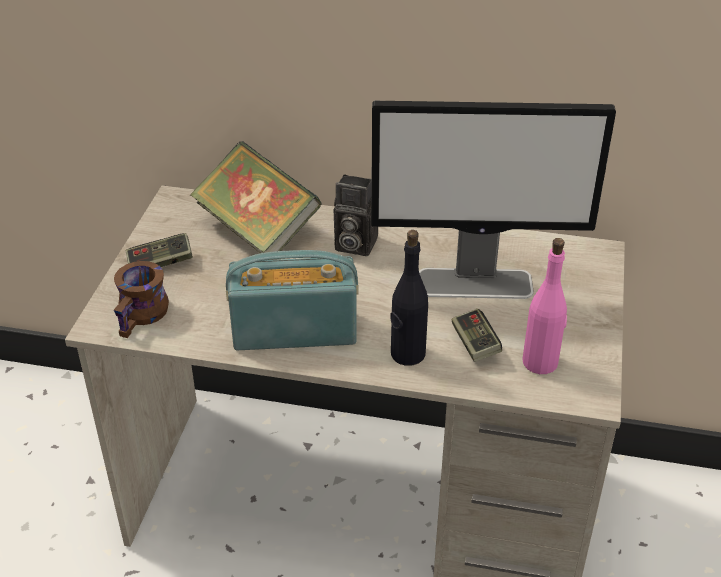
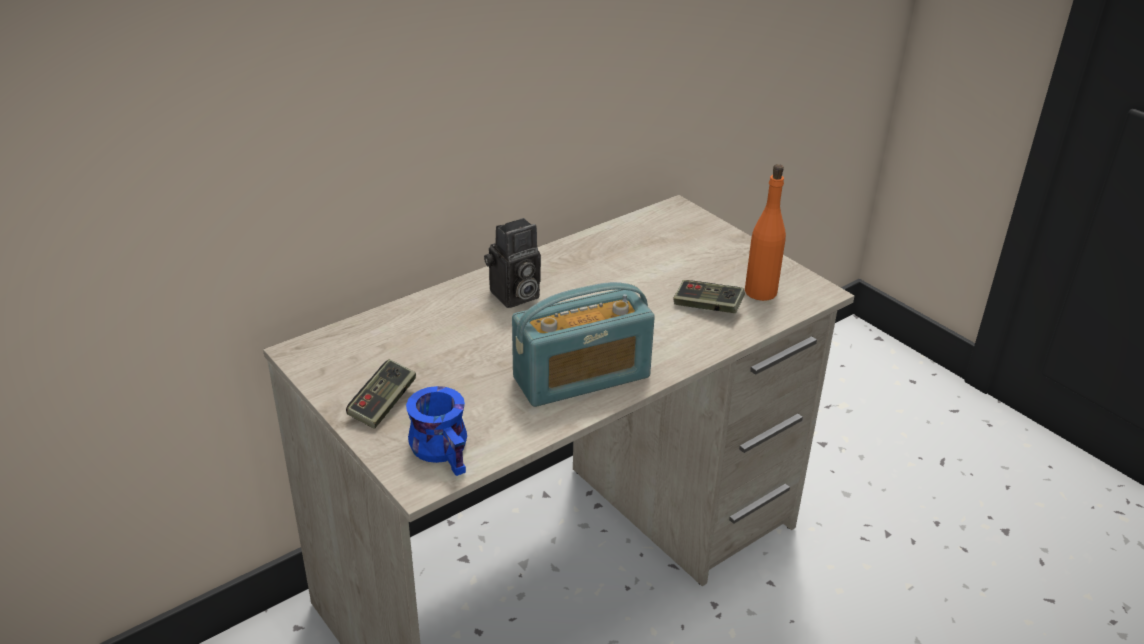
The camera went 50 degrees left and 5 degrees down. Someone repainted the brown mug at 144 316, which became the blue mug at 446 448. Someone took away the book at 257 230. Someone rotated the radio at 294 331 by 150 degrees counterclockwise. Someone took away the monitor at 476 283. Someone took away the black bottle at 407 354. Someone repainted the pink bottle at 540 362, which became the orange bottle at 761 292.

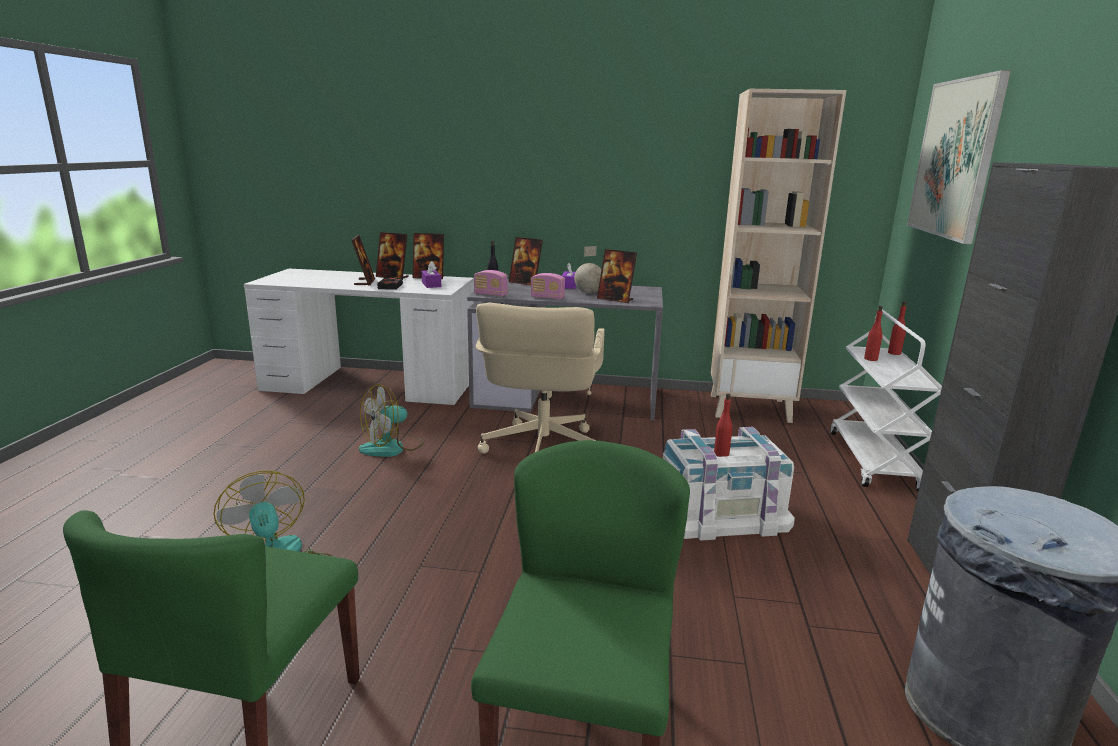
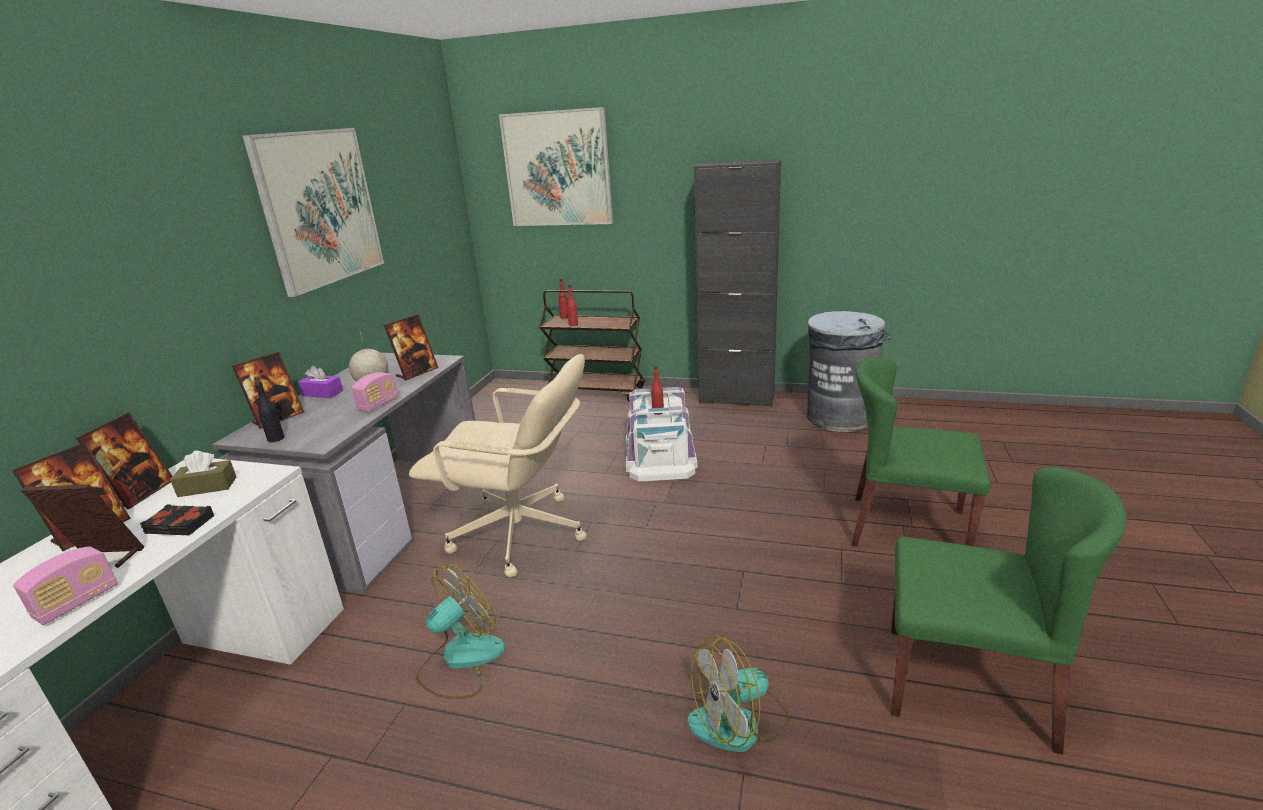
The camera went 80 degrees left and 5 degrees up. Someone rotated the fan at 392 447 by 105 degrees counterclockwise. Someone repainted the purple tissue box at 431 284, which became the brown tissue box at 207 487. Someone carried the radio from 490 294 to 77 602. Someone took away the beige bookcase at 750 408. Someone repainted the white cart at 873 461, which became the brown cart at 596 392. Someone put up the picture at 319 208.

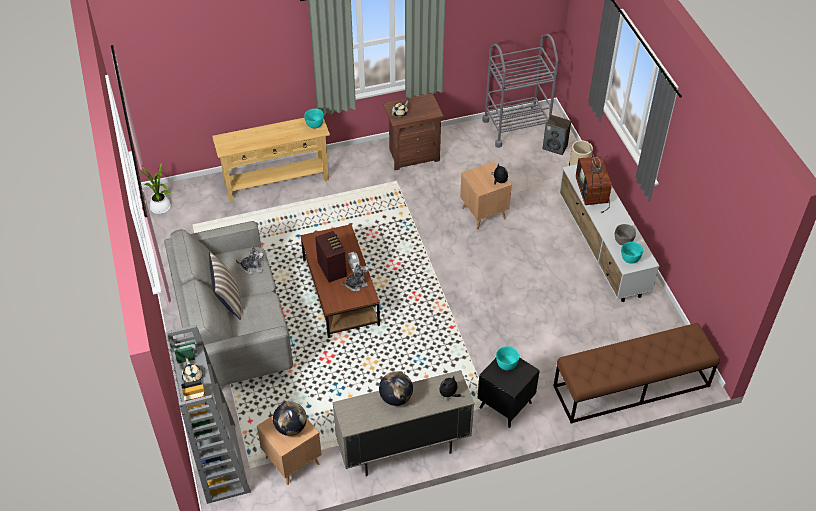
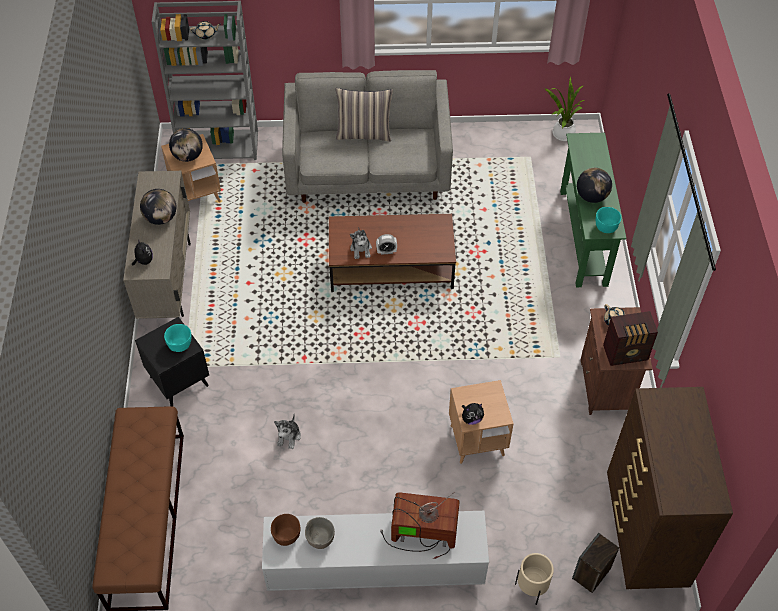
The camera went 105 degrees right and 5 degrees up. Someone repainted the beige console table at 276 181, which became the green console table at 584 237. Someone carried the plush toy from 252 267 to 289 436. Someone carried the radio from 332 268 to 626 353. Someone swapped the grey cart at 516 127 for the brown dresser at 644 532. Someone repainted the turquoise bowl at 630 258, which became the brown bowl at 287 535. Someone put down the globe at 591 196.

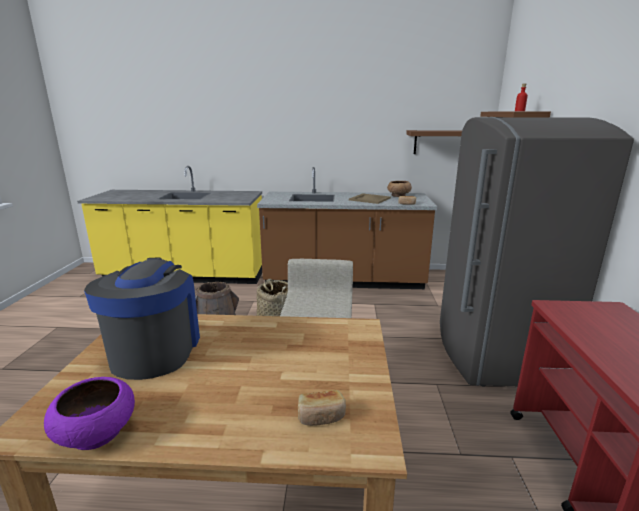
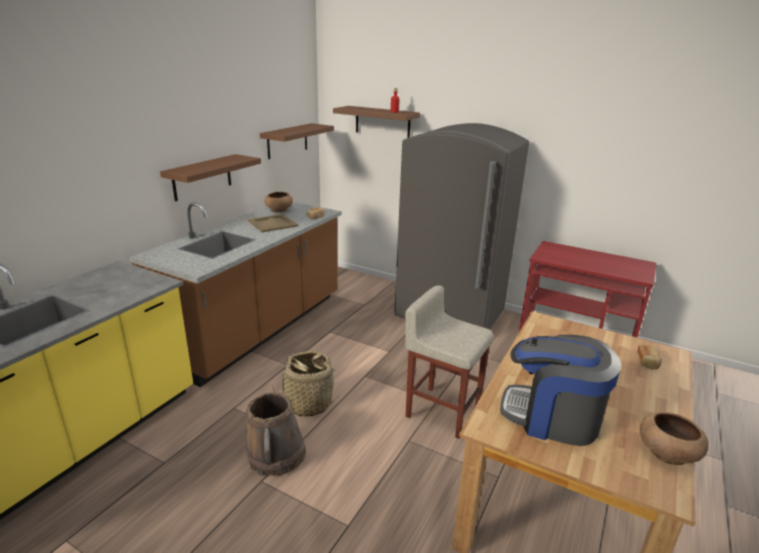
The camera went 65 degrees left and 5 degrees up. Someone repainted the purple bowl at 98 432, which became the brown bowl at 667 452. Someone put up the brown shelf at 202 177.

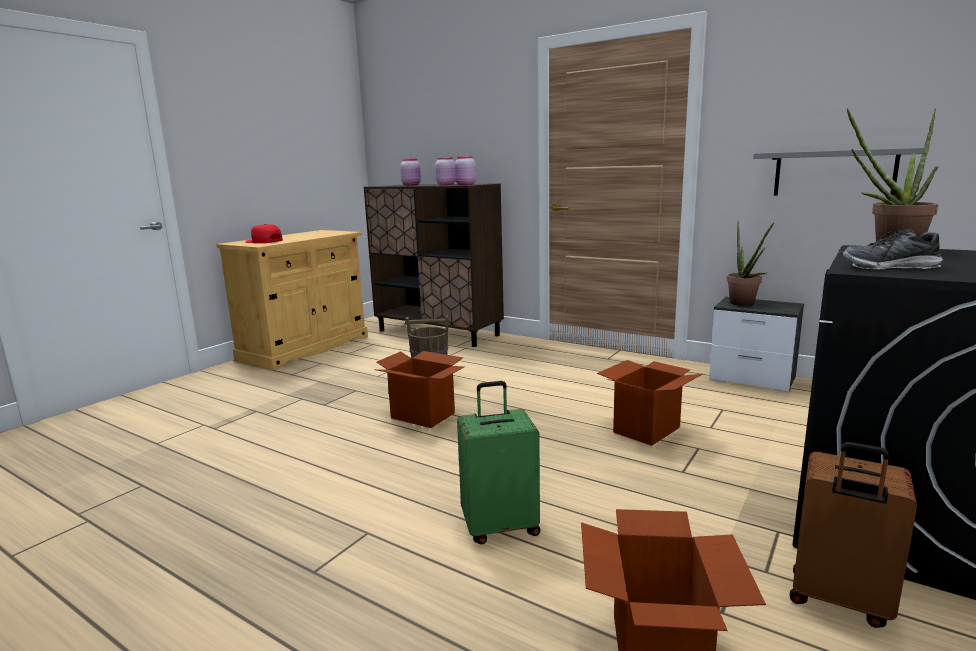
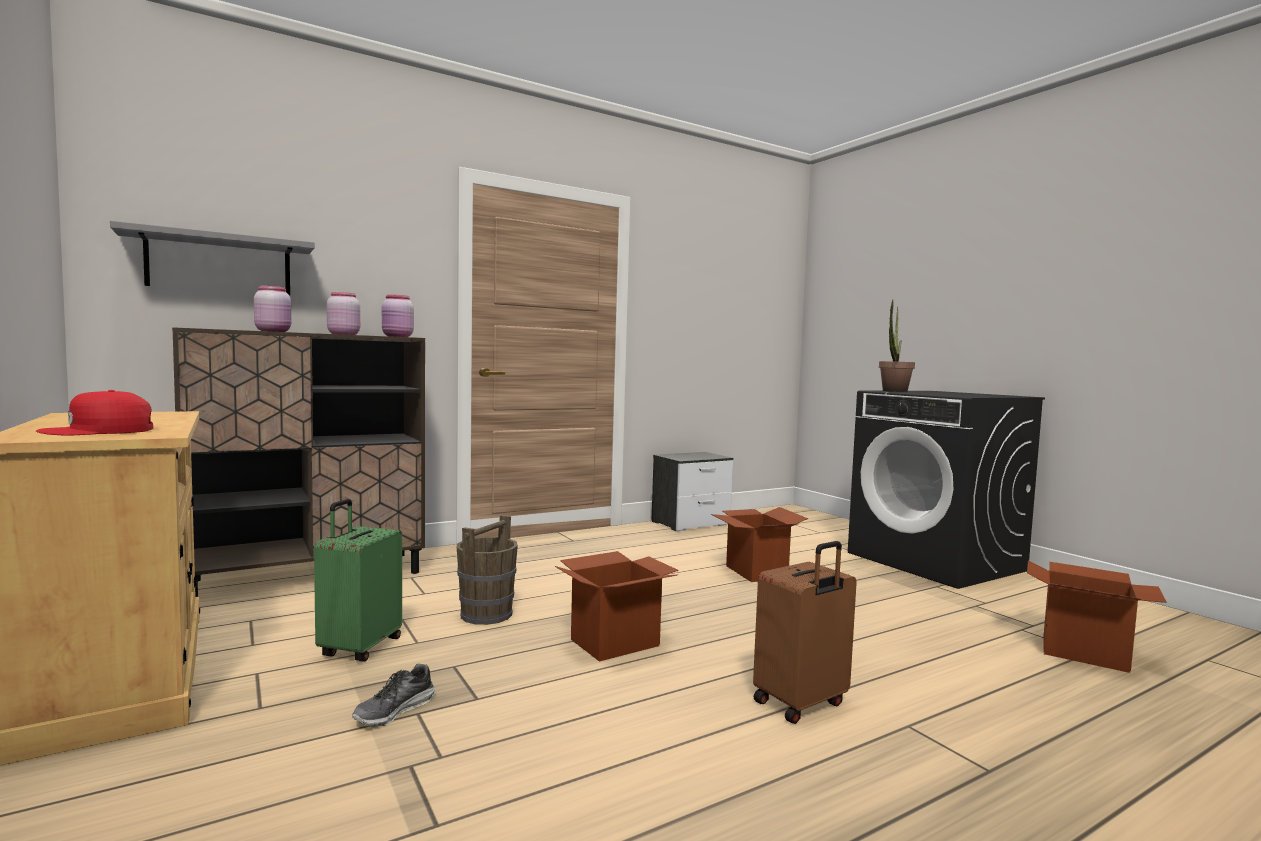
The camera went 65 degrees left and 10 degrees down. Someone carried the green suitcase from 500 526 to 359 648. Someone took away the potted plant at 744 304. Someone carried the grey shelf from 834 173 to 220 265. Someone carried the brown suitcase from 838 601 to 801 704. Someone carried the shoe from 890 267 to 395 711.

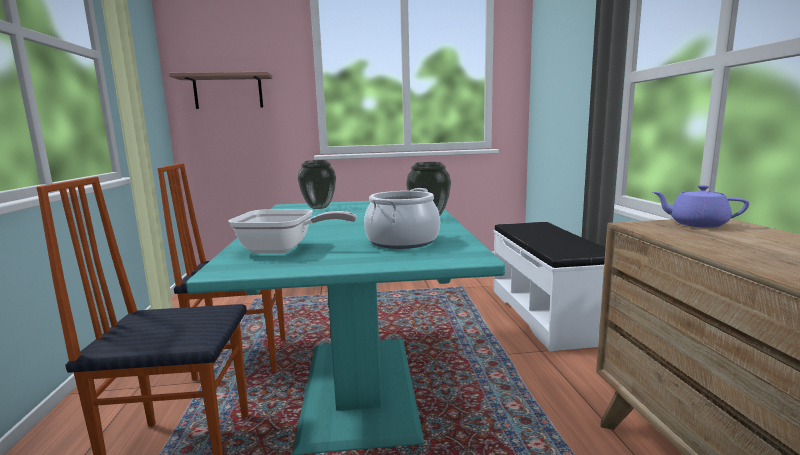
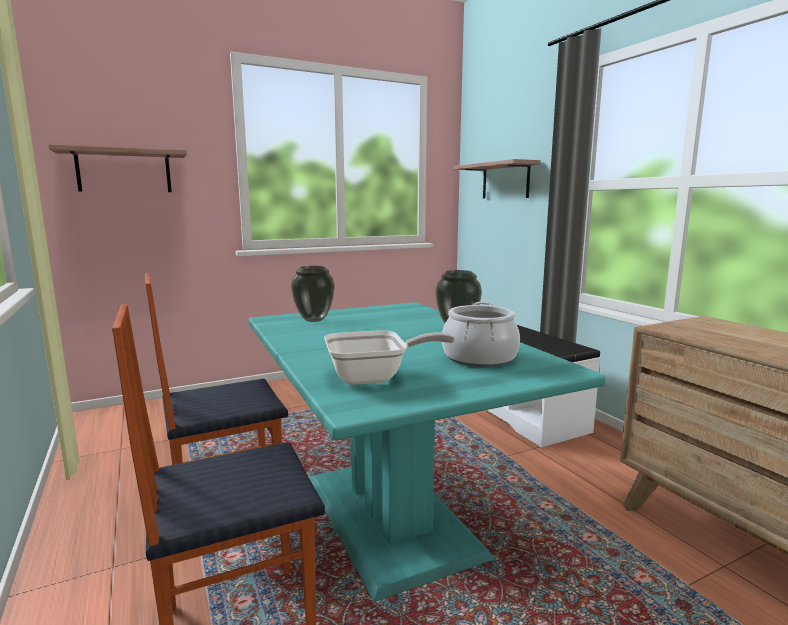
The camera went 20 degrees left and 0 degrees up. Someone took away the purple teapot at 696 224. Someone put up the shelf at 505 181.

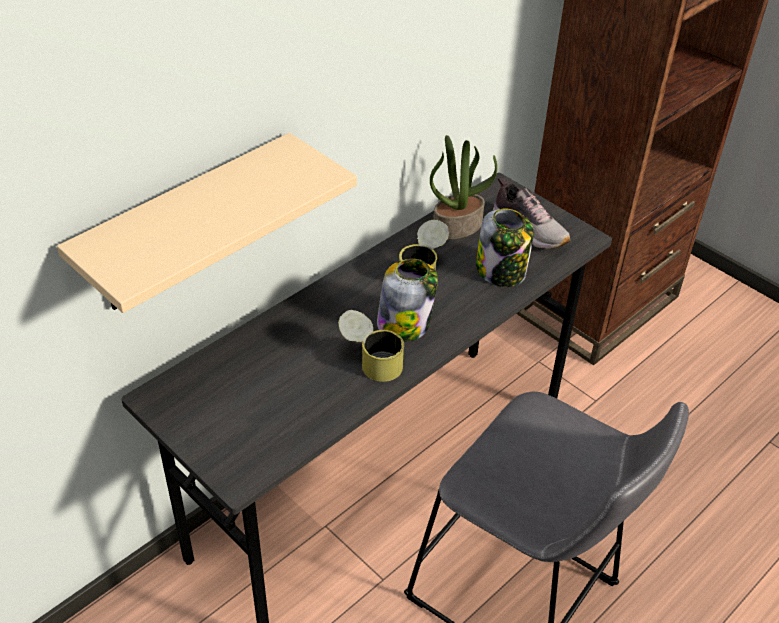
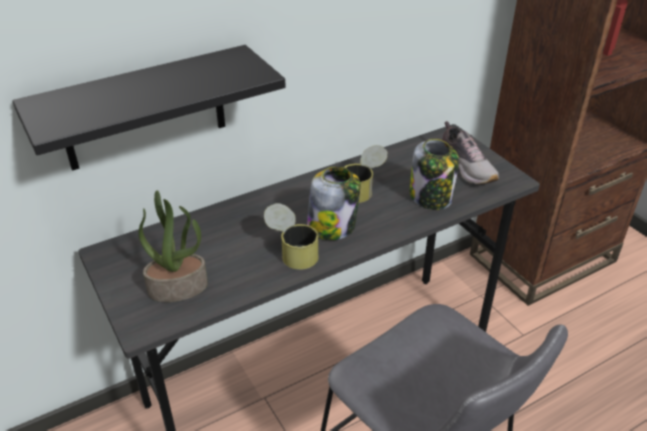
The camera went 15 degrees right and 5 degrees down. Someone repainted the beige shelf at 187 226, which became the black shelf at 144 109. Someone carried the potted plant from 457 226 to 178 287.

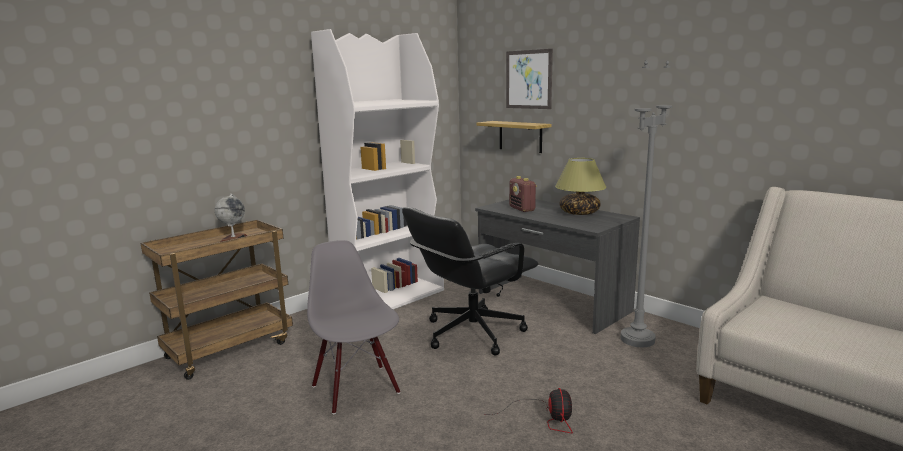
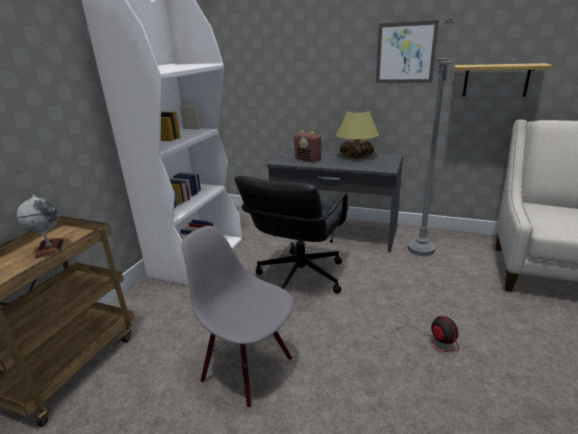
The camera went 25 degrees left and 10 degrees up. Someone carried the shelf from 520 136 to 495 80. Someone carried the picture from 528 79 to 405 53.

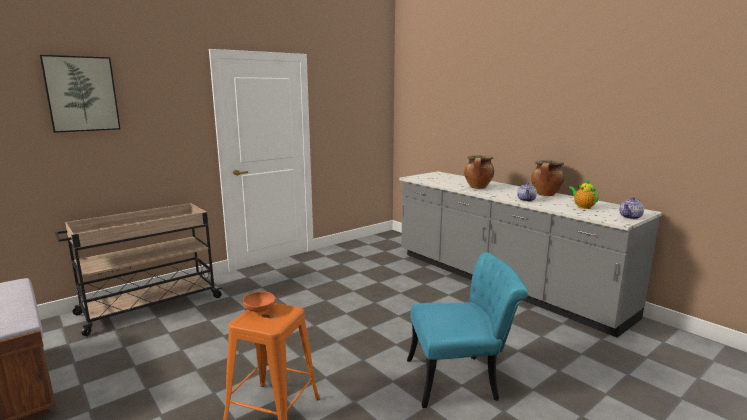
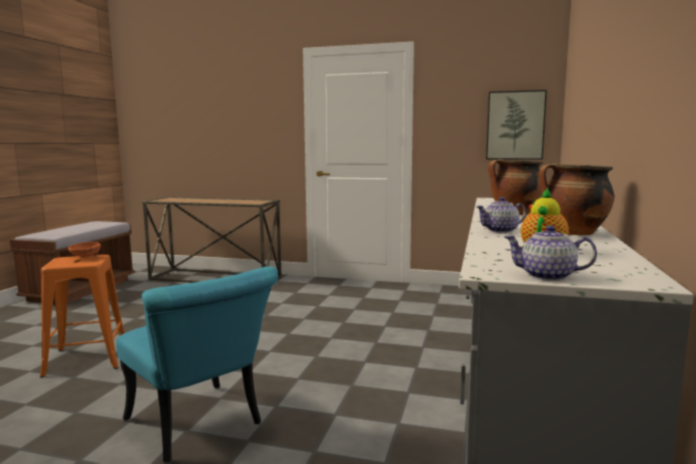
The camera went 55 degrees right and 5 degrees down. Someone carried the picture from 81 94 to 515 125. Someone swapped the beige cart at 149 306 for the console table at 216 278.

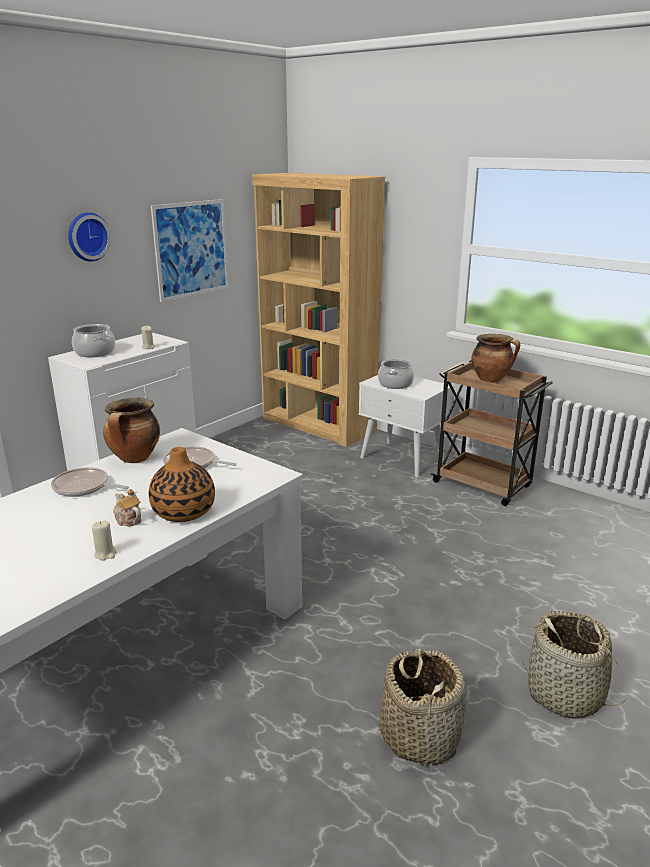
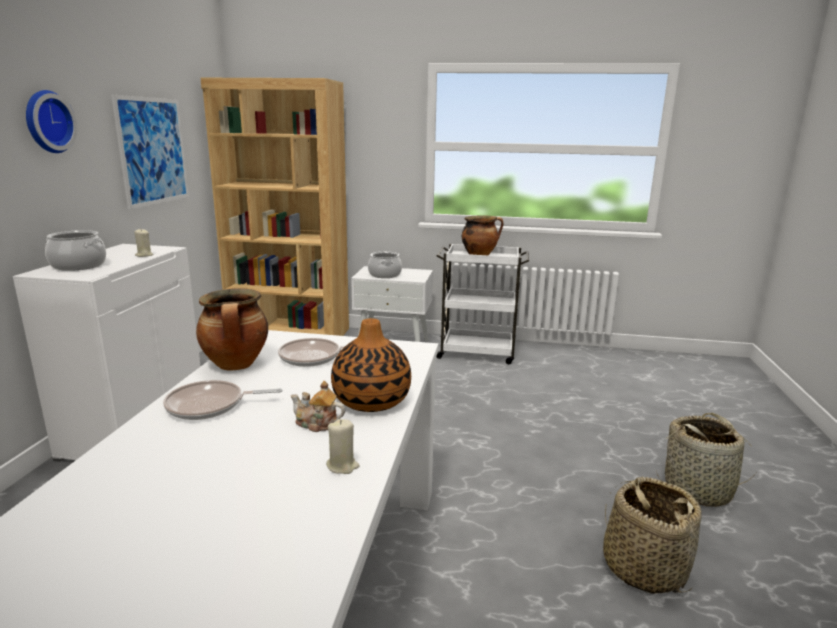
The camera went 30 degrees left and 5 degrees down. Someone repainted the brown cart at 483 485, which became the white cart at 478 352.

